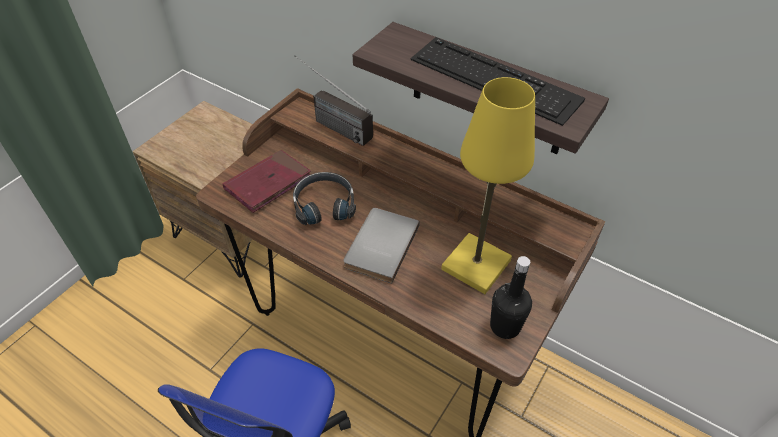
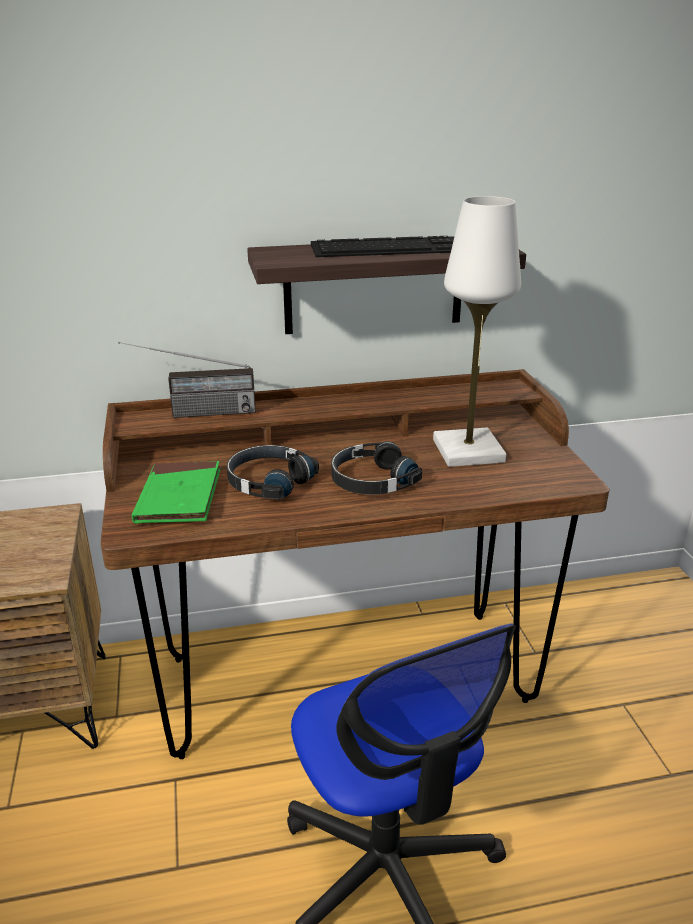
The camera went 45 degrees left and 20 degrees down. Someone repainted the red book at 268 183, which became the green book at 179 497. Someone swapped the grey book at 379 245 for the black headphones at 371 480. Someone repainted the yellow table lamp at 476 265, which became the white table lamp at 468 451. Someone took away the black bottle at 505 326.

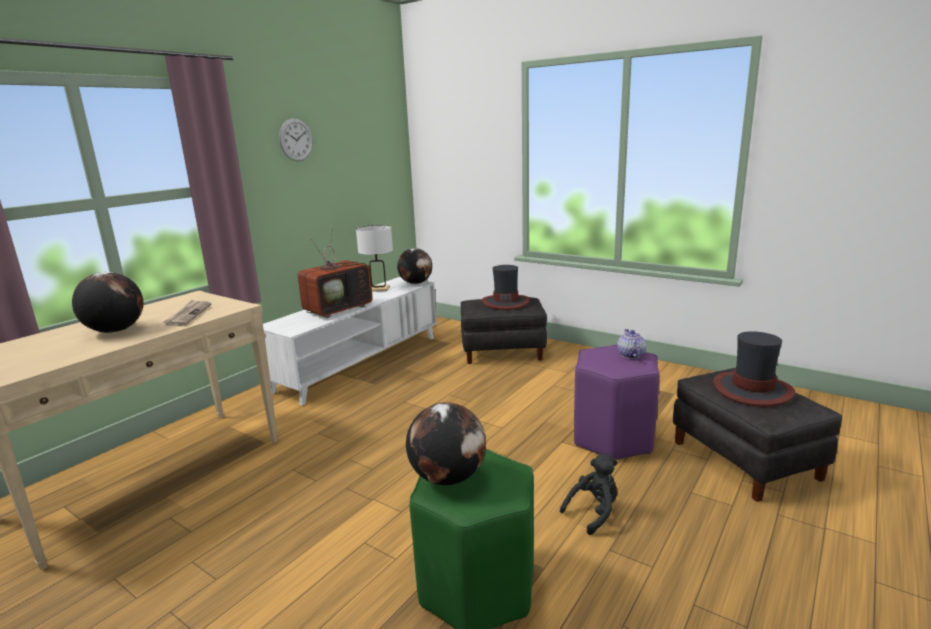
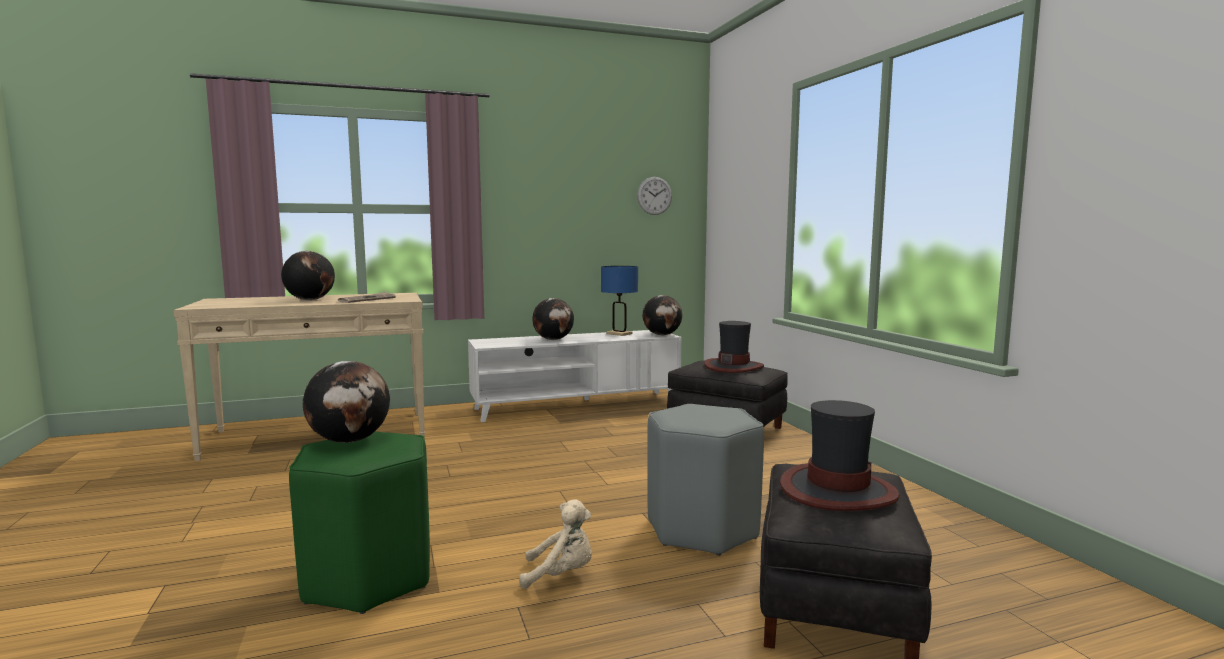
The camera went 35 degrees right and 10 degrees down. Someone carried the wall clock from 296 140 to 654 195. Someone swapped the television at 339 308 for the globe at 553 339. Someone repainted the white table lamp at 379 289, which became the blue table lamp at 619 334. Someone repainted the black plush toy at 594 512, which became the beige plush toy at 561 575. Someone repainted the purple stool at 612 438, which became the grey stool at 701 529. Someone took away the teapot at 630 355.

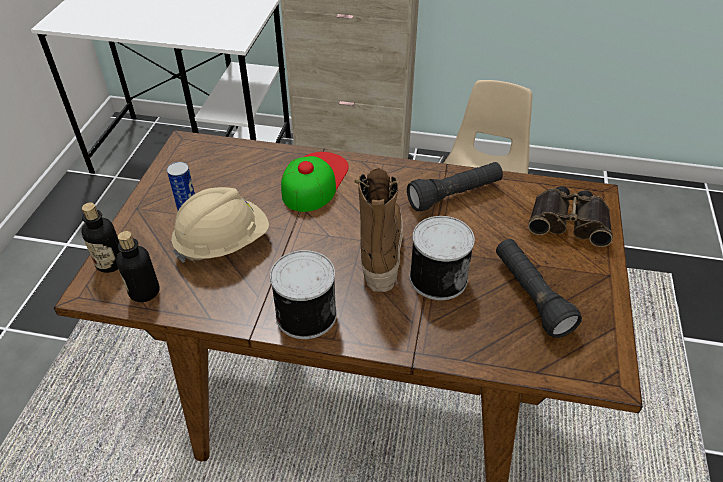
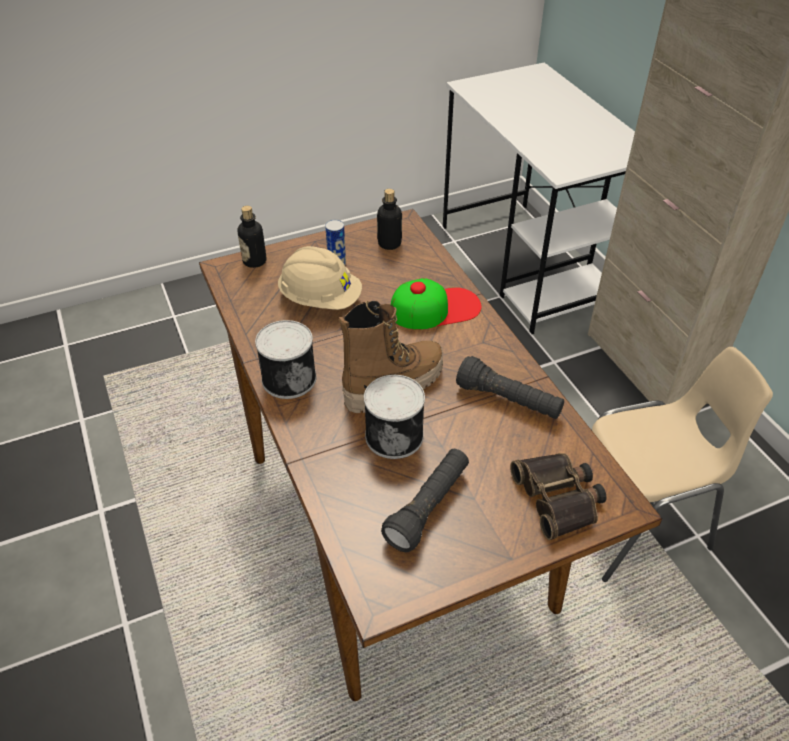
The camera went 55 degrees right and 0 degrees up. Someone carried the bottle from 144 291 to 389 243.

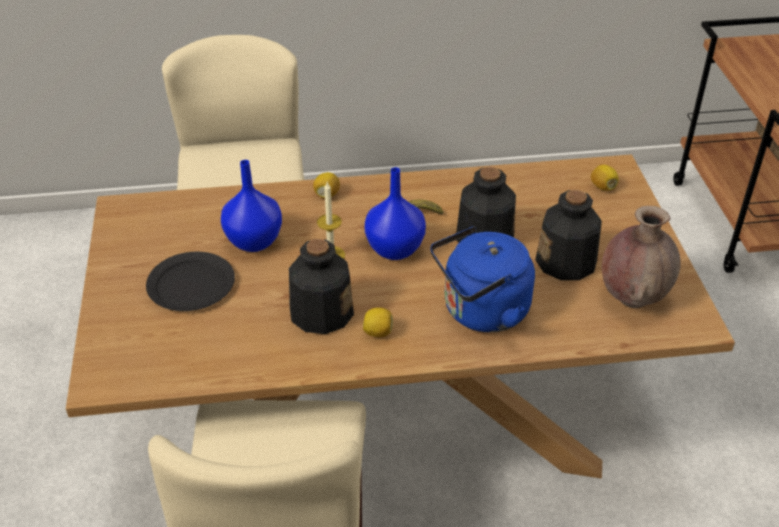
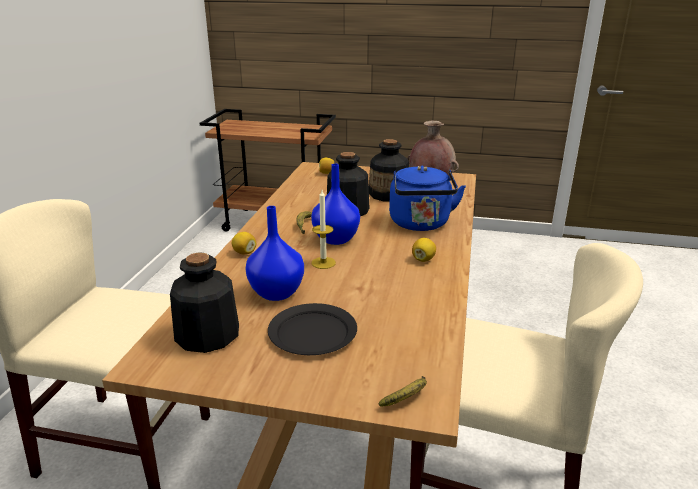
The camera went 70 degrees left and 15 degrees down. Someone carried the bottle from 321 312 to 206 335. Someone put down the banana at 407 398.

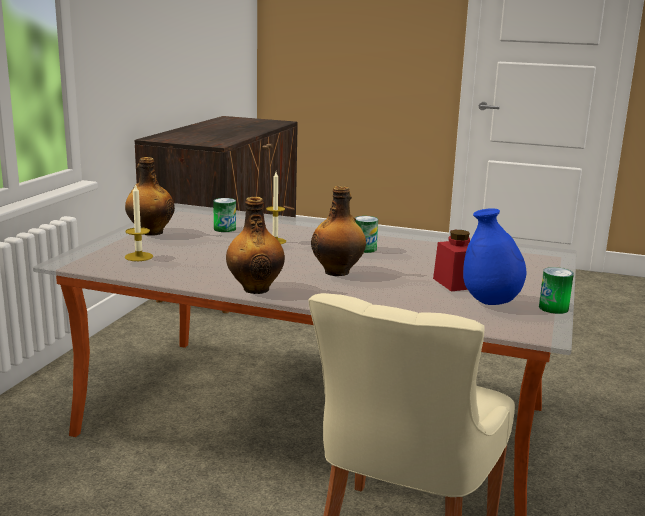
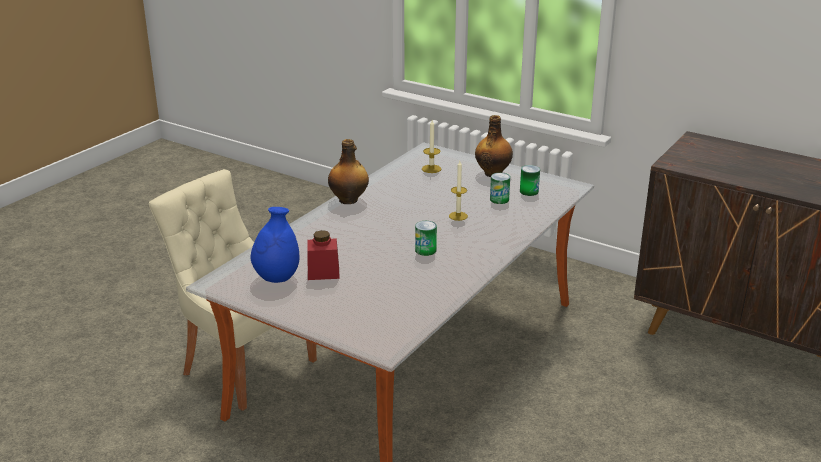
The camera went 105 degrees right and 10 degrees up. Someone took away the bottle at 338 272. Someone carried the can from 553 308 to 529 191.

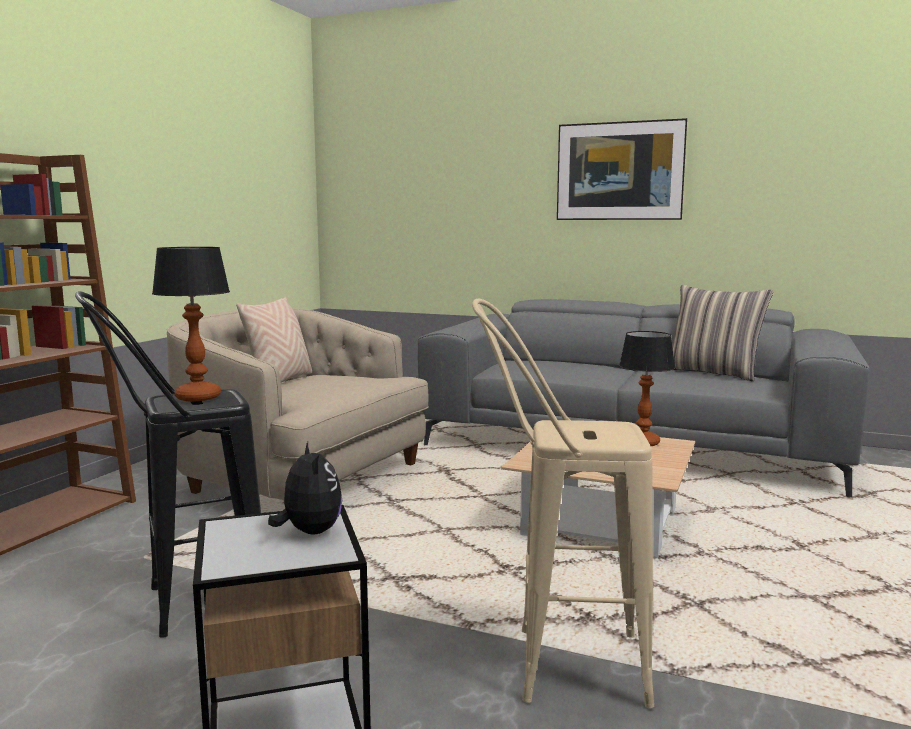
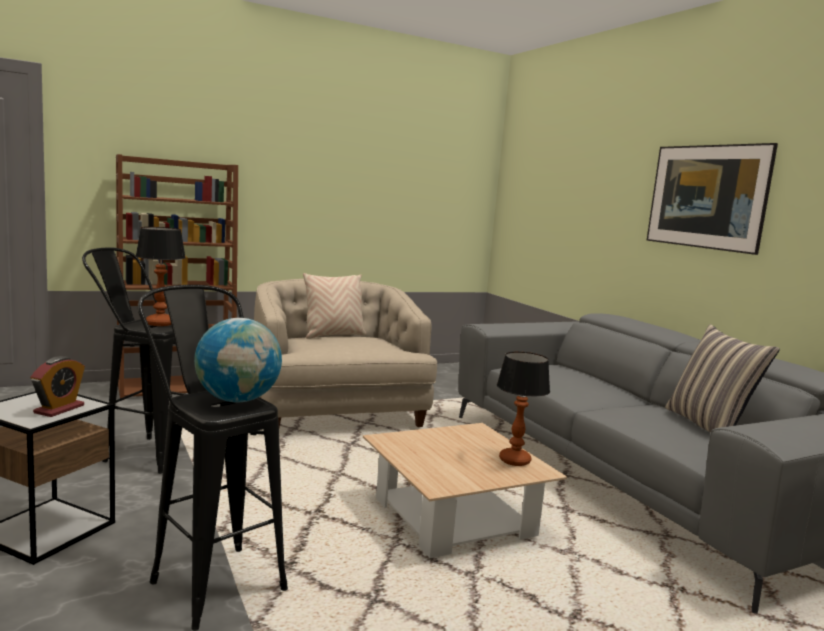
The camera went 40 degrees right and 0 degrees up. Someone swapped the plush toy at 309 532 for the alarm clock at 59 409. Someone repainted the beige stool at 555 666, which became the black stool at 209 577. Someone put down the globe at 237 400.

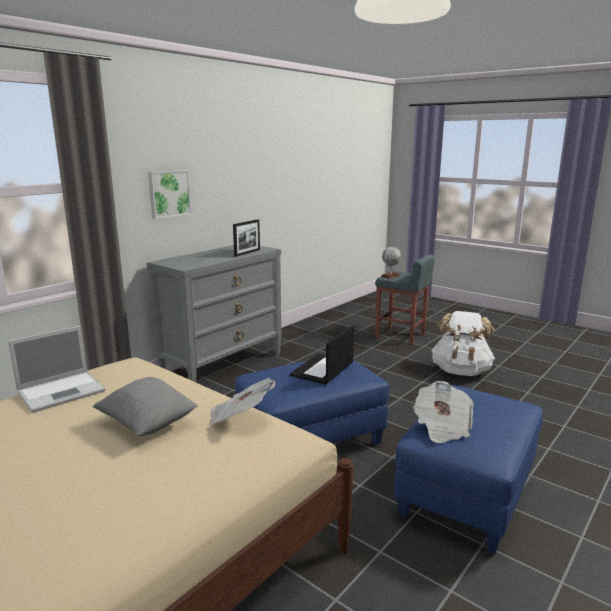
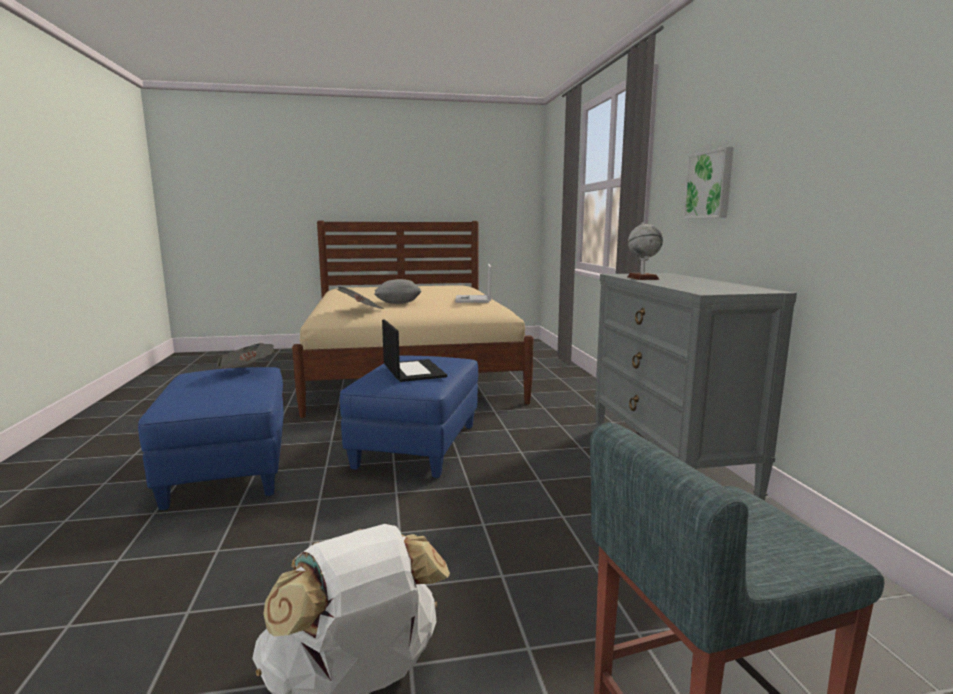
The camera went 130 degrees right and 5 degrees down. Someone took away the picture frame at 247 253. Someone carried the globe from 390 276 to 642 278.

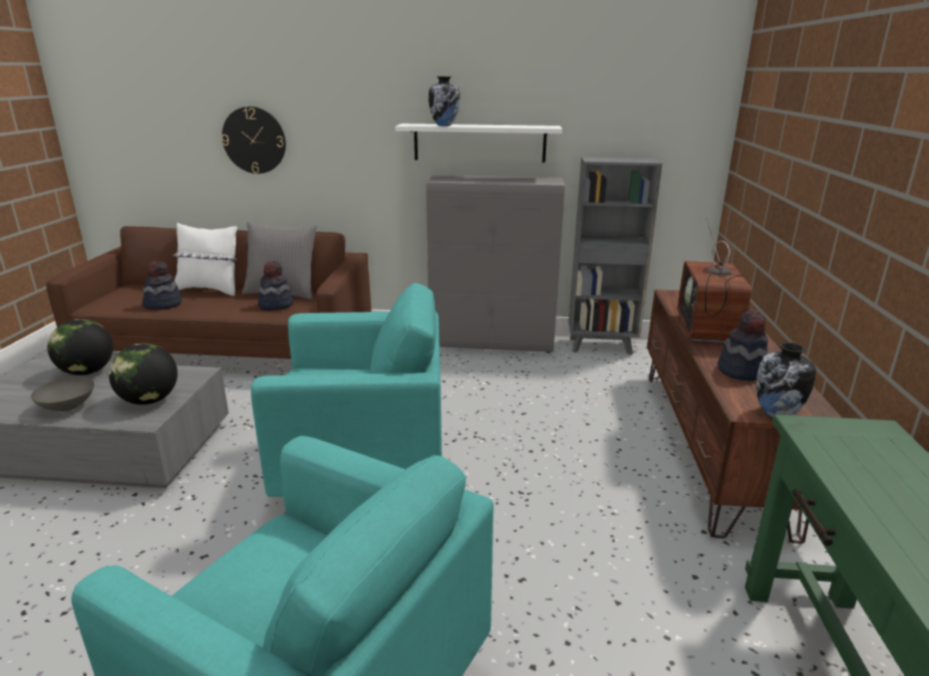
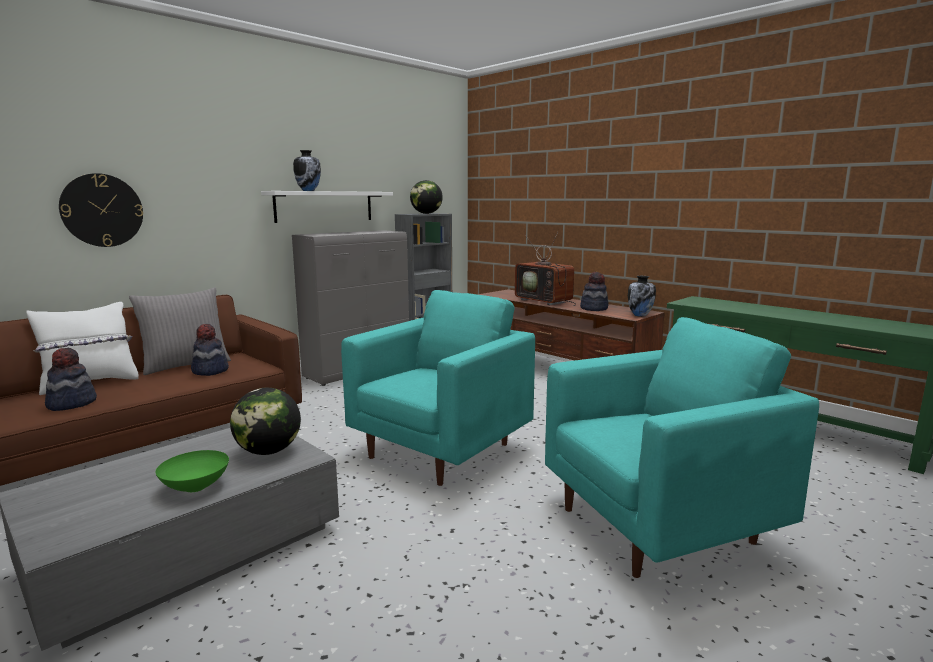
The camera went 50 degrees left and 10 degrees down. Someone repainted the grey bowl at 68 407, which became the green bowl at 196 487. Someone carried the globe from 87 372 to 426 213.

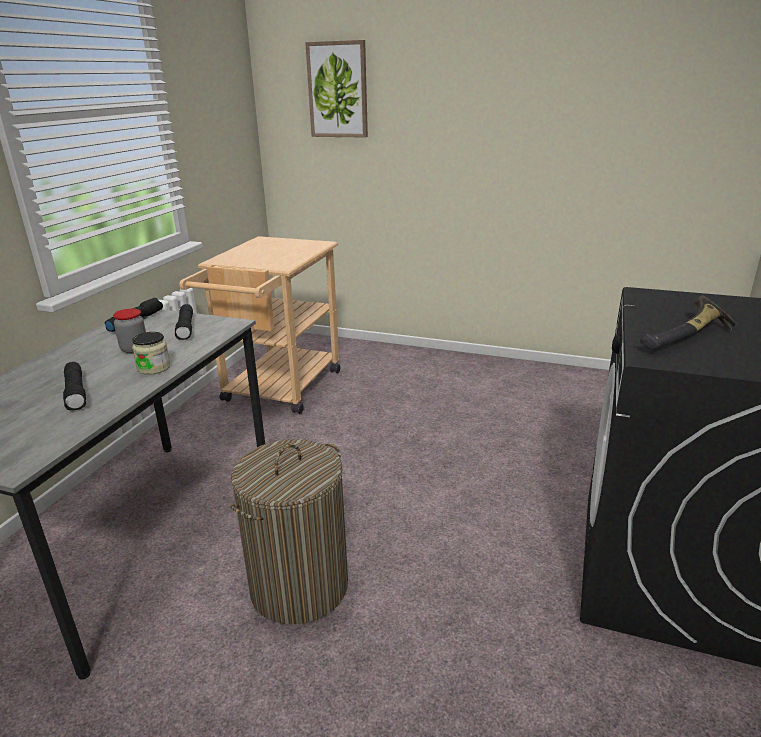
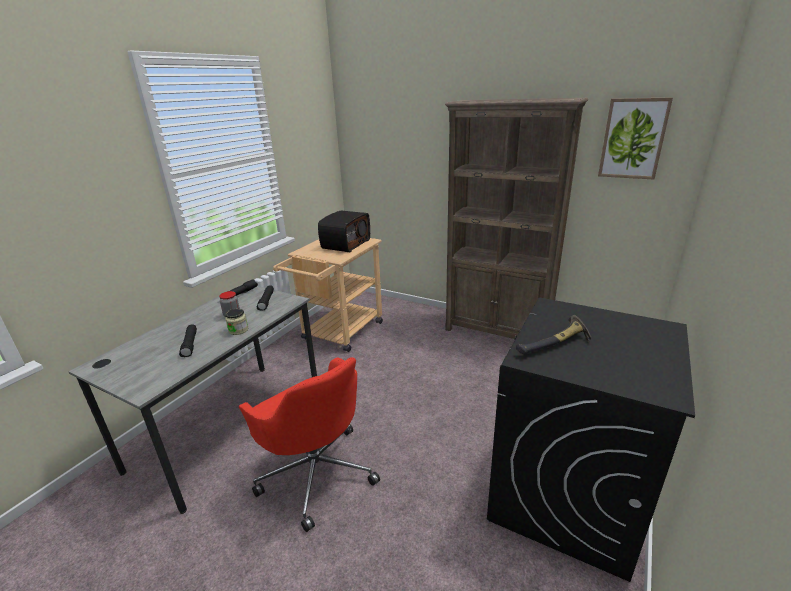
The camera went 10 degrees right and 0 degrees up. Someone swapped the laundry basket at 299 586 for the red office chair at 317 471. Someone carried the picture from 338 90 to 633 139. Someone put down the radio at 345 244. Someone put down the brown bookcase at 497 332.

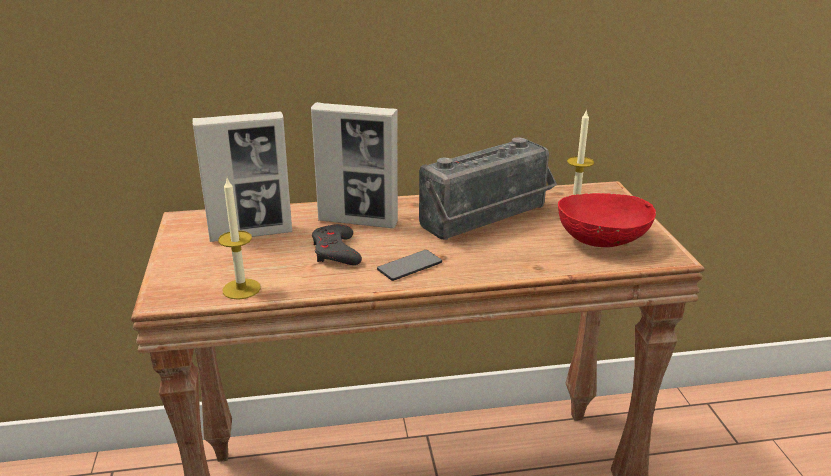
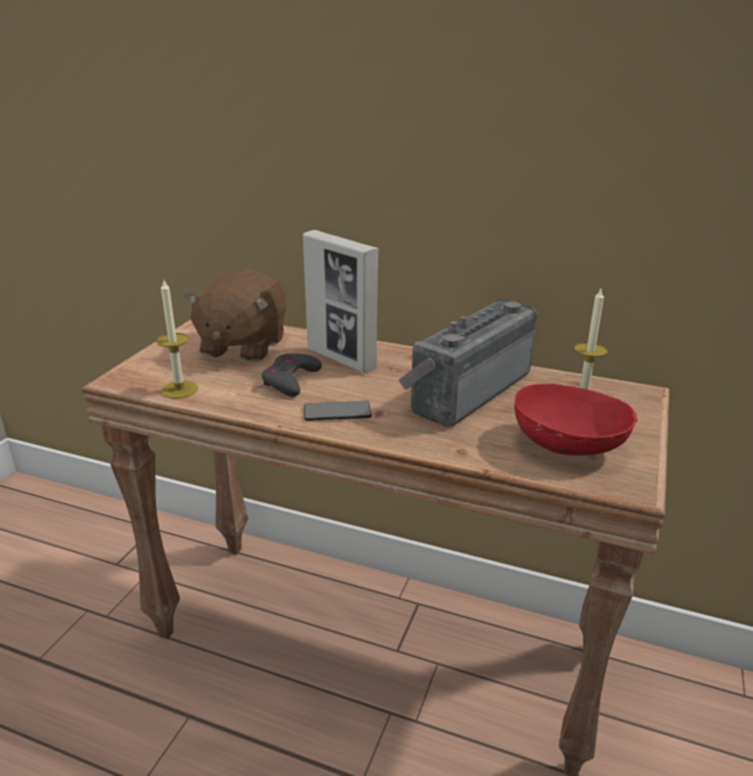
The camera went 30 degrees right and 0 degrees up. Someone swapped the picture frame at 251 234 for the brown plush toy at 242 346. Someone rotated the radio at 487 220 by 135 degrees clockwise.

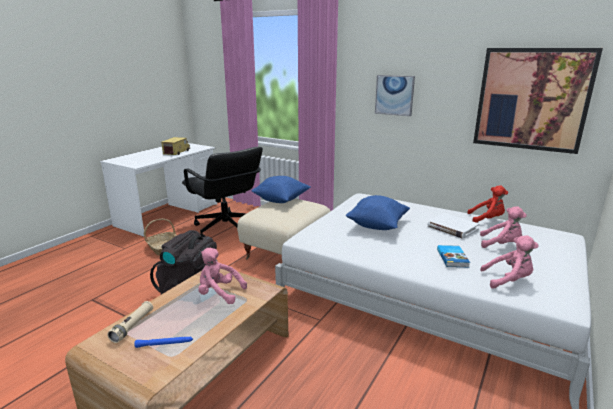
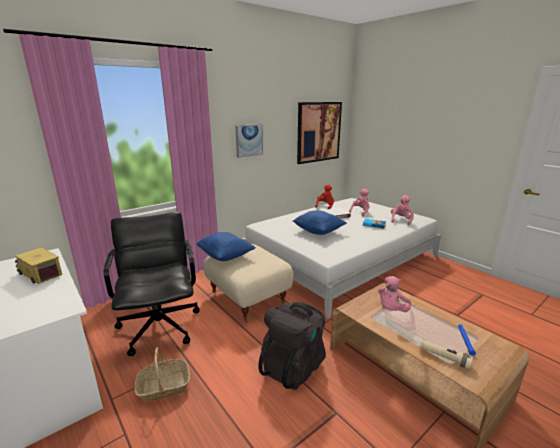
The camera went 70 degrees left and 0 degrees up. Someone rotated the black office chair at 226 229 by 90 degrees counterclockwise.

